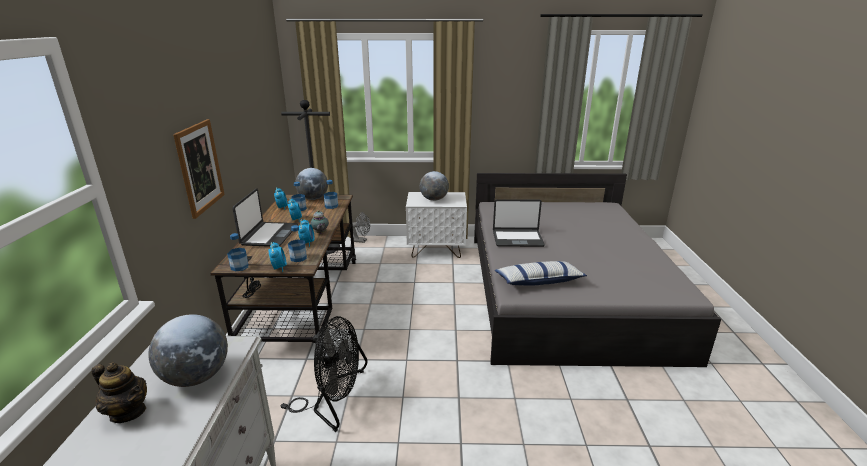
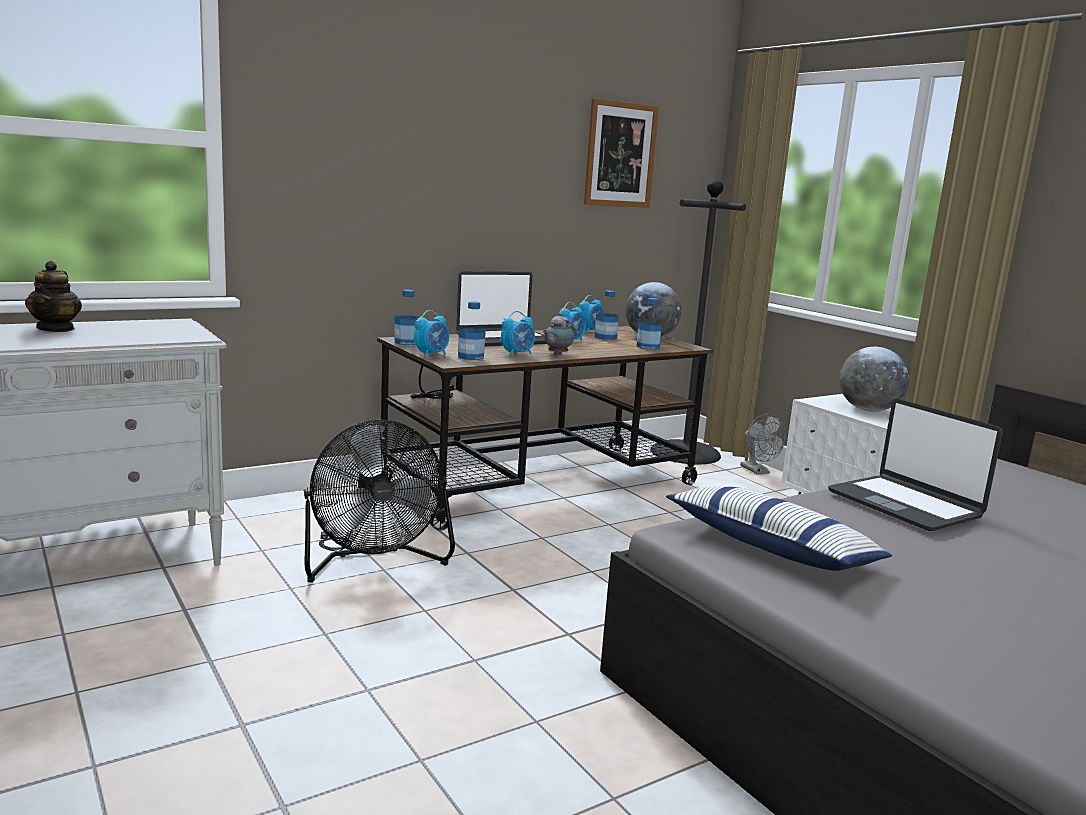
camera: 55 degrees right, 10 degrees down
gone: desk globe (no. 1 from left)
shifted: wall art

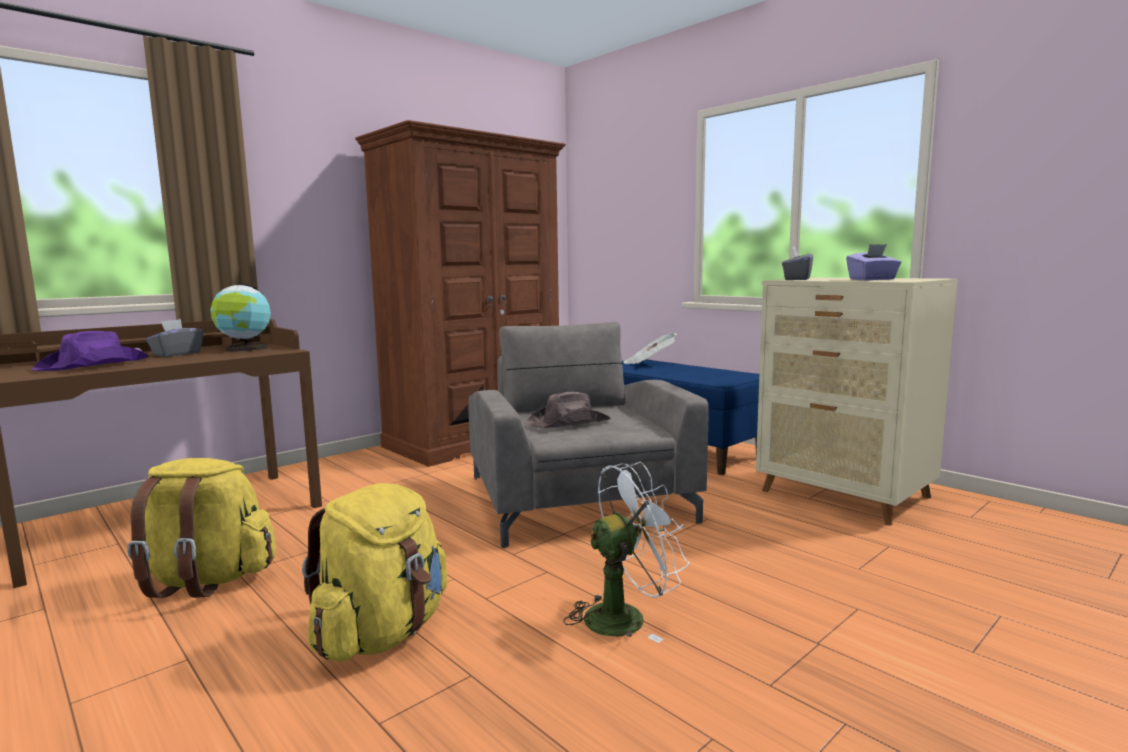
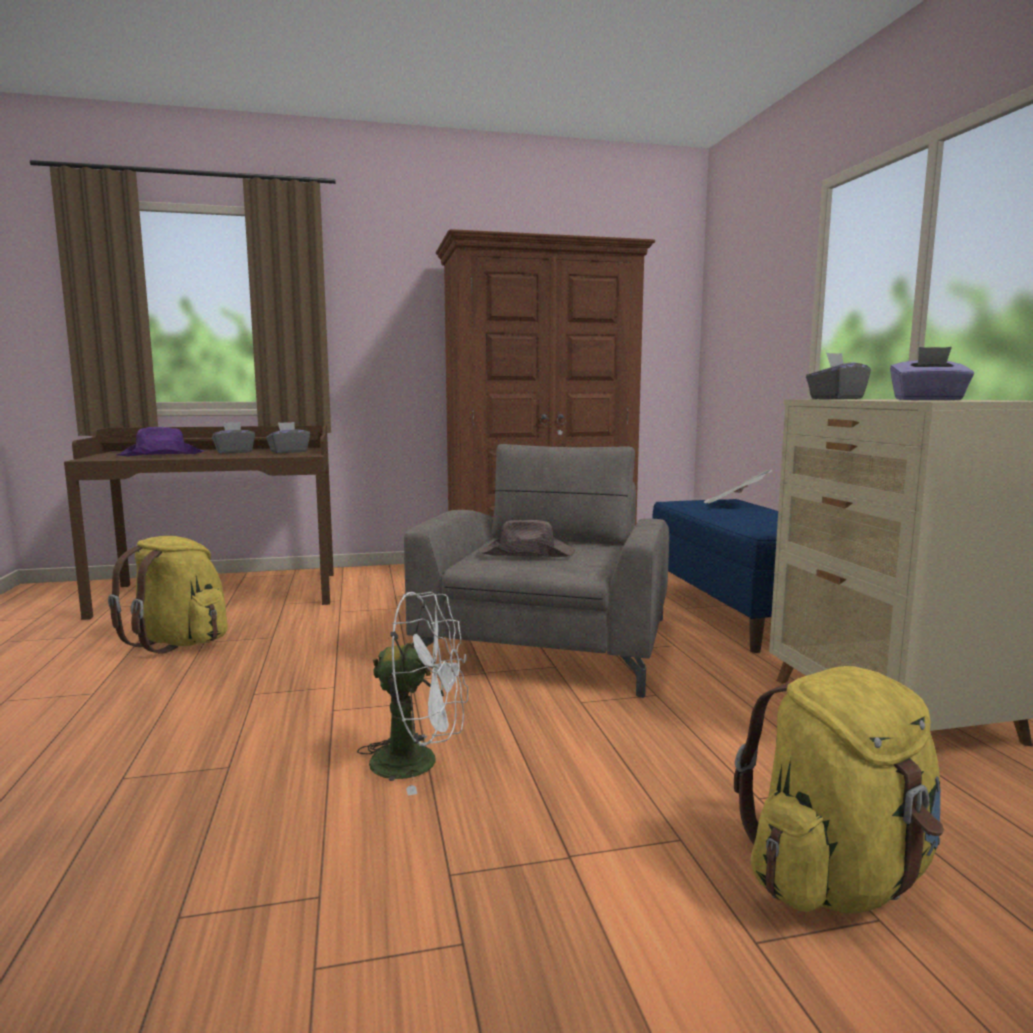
camera: 30 degrees right, 0 degrees up
shifted: yellow rucksack (no. 2 from left)
swapped: desk globe to greyish tissue holder (no. 2 from left)

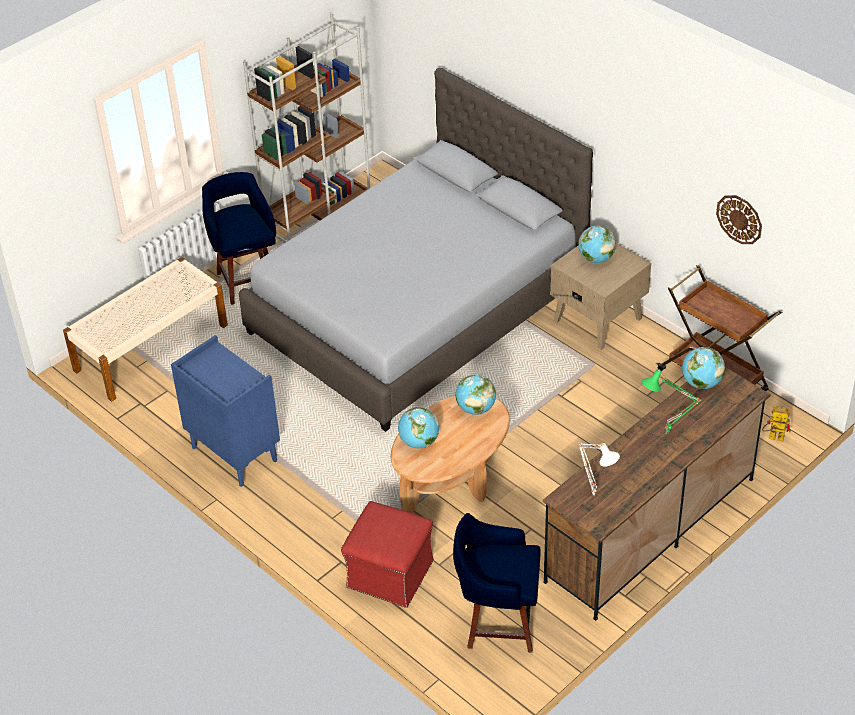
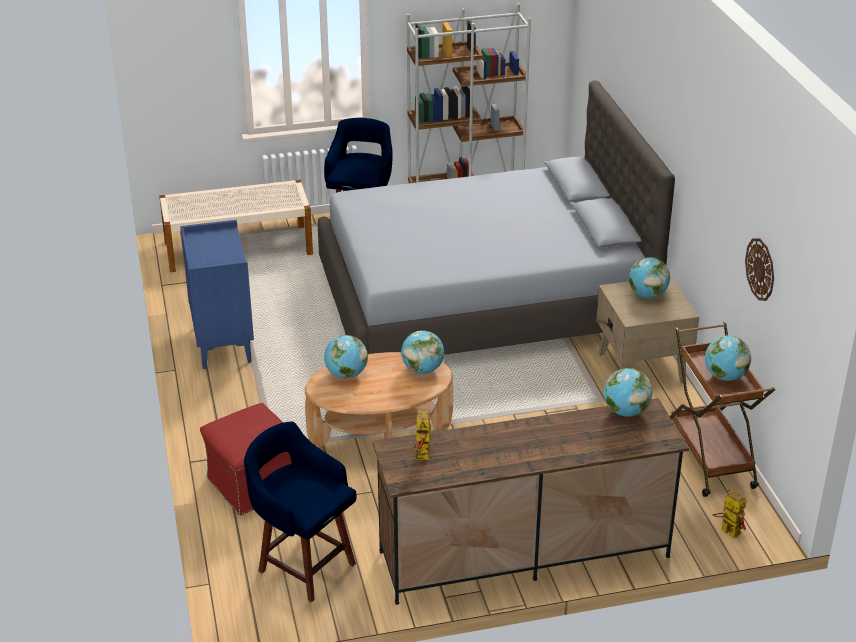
camera: 30 degrees right, 10 degrees down
gone: greenish table lamp
new: desk globe (no. 5 from left)
swapped: white-coloured table lamp to robot figure (no. 1 from left)

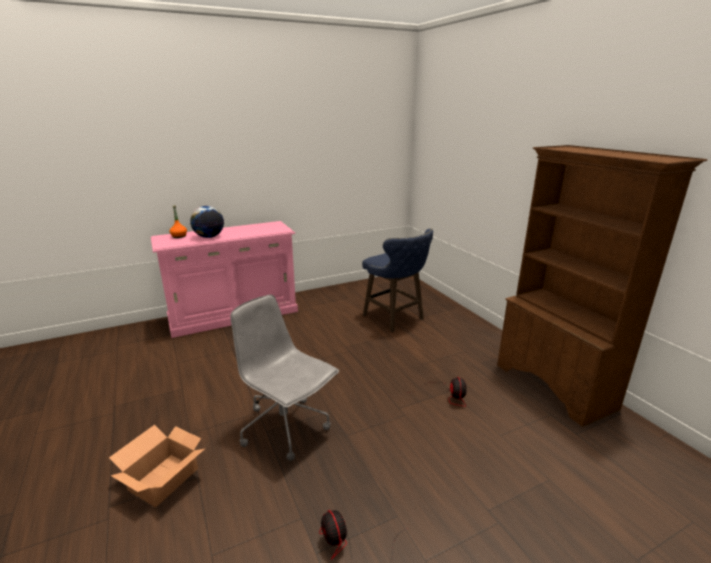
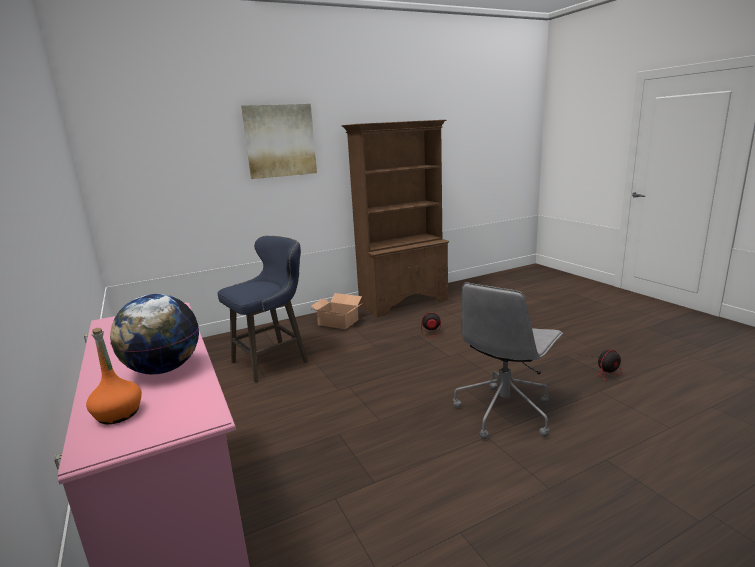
camera: 90 degrees left, 5 degrees down
new: wall art
shifted: cardboard box

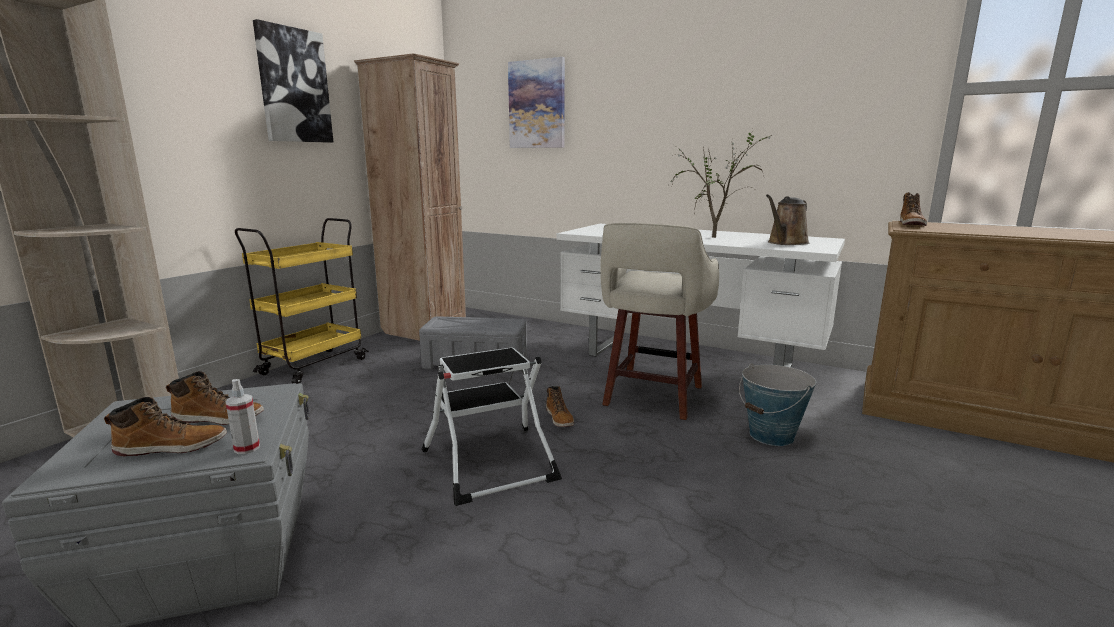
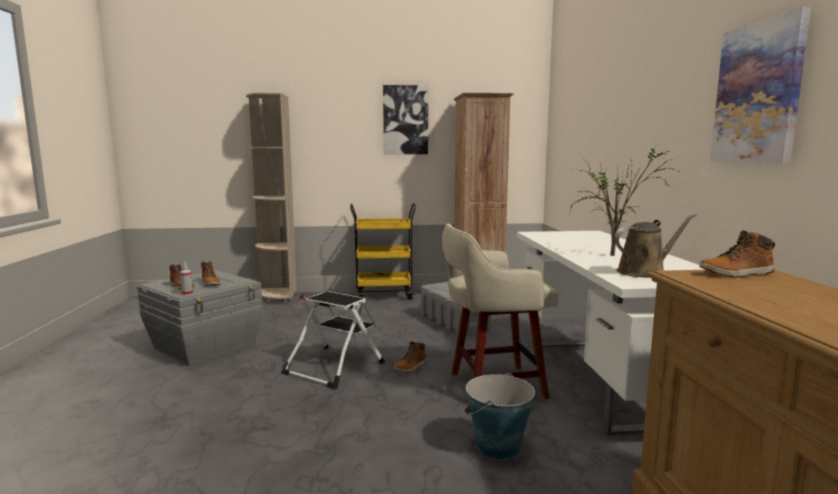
camera: 55 degrees right, 5 degrees down
shifted: wall art (no. 2 from left)
rotated: brown-coloured sprinkling can 150 degrees clockwise

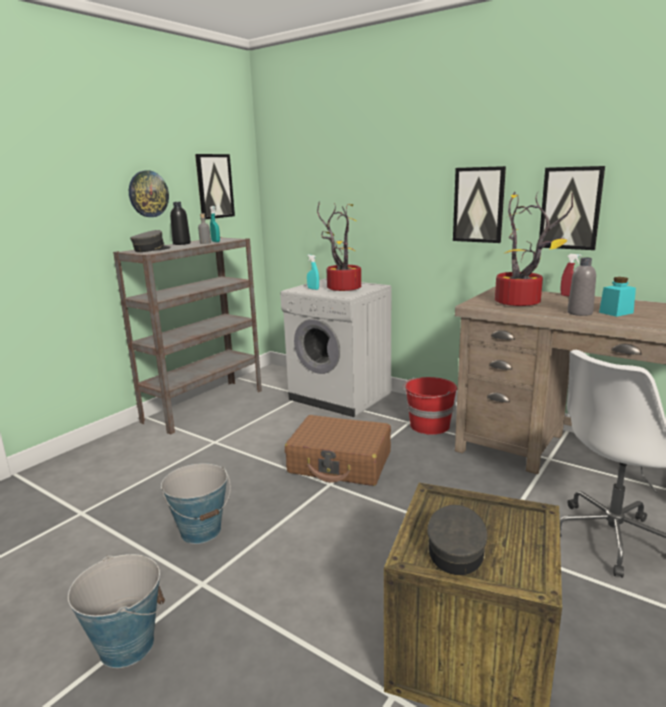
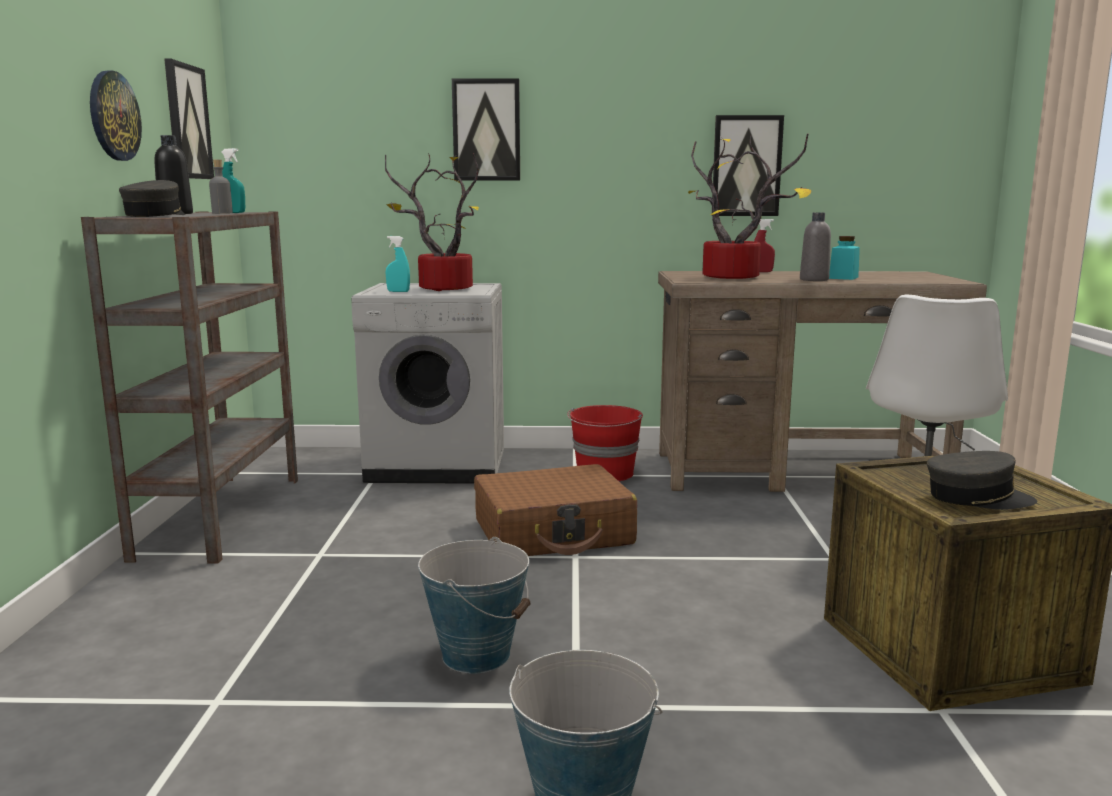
camera: 35 degrees left, 5 degrees down
shifted: wall art (no. 2 from left)
rotated: greyish cap (no. 2 from left) 120 degrees clockwise

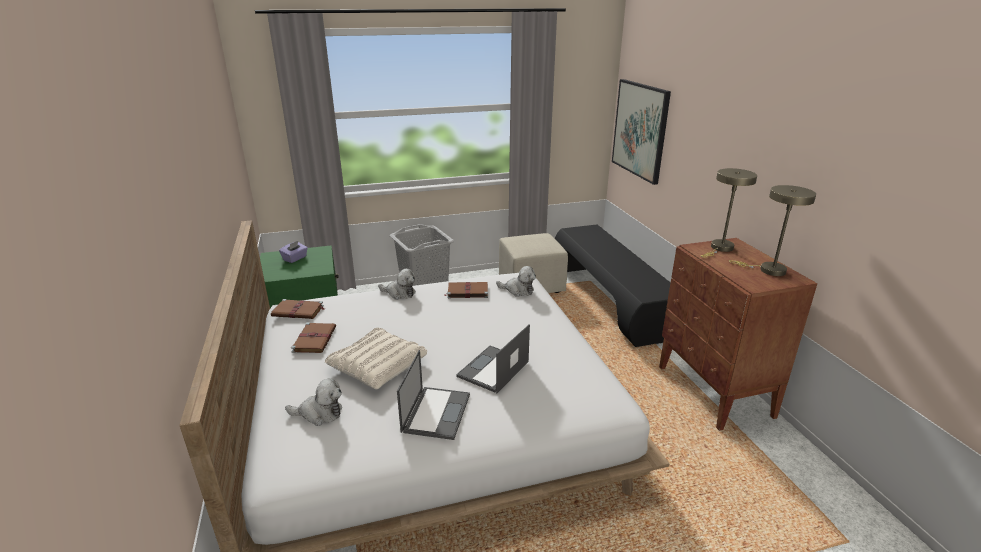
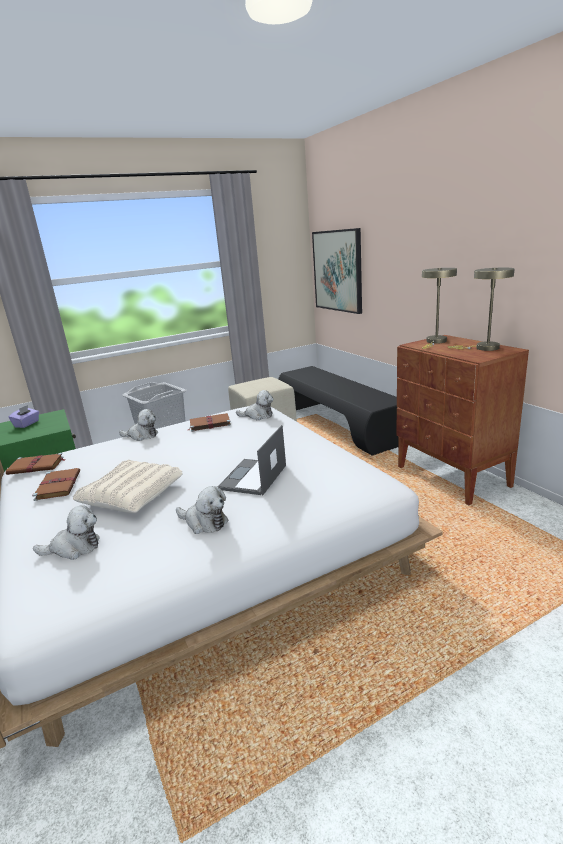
camera: 10 degrees left, 5 degrees down
swapped: portable computer (no. 1 from left) to cuddly toy (no. 3 from left)

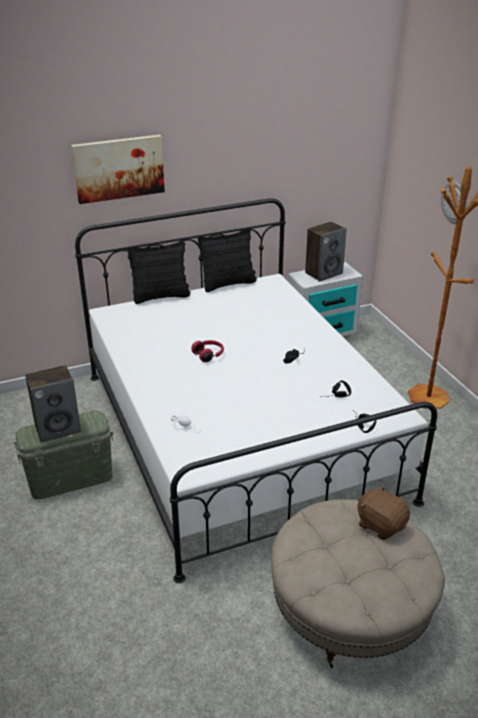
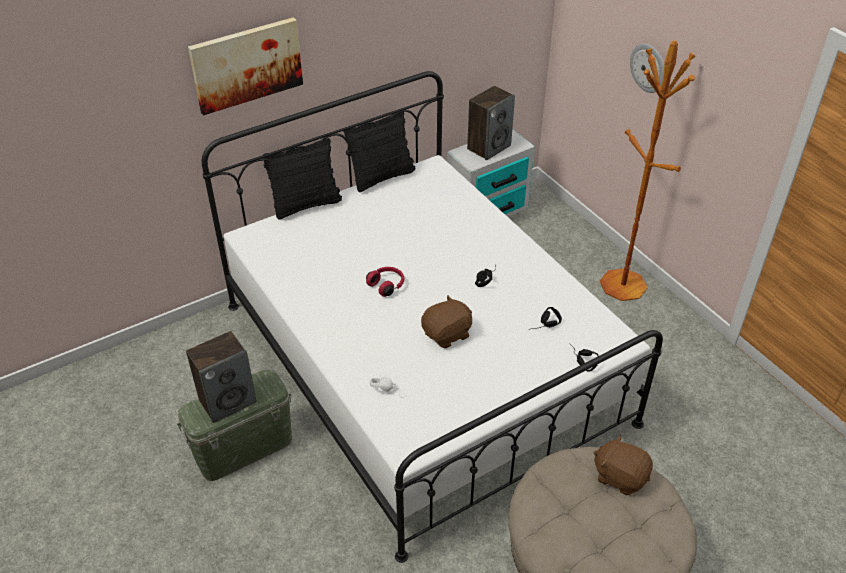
camera: 10 degrees left, 10 degrees up
new: brown-coloured cuddly toy (no. 1 from left)

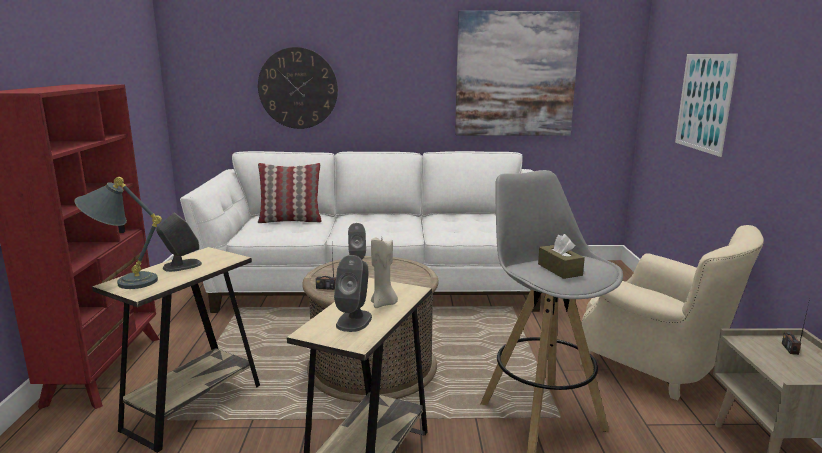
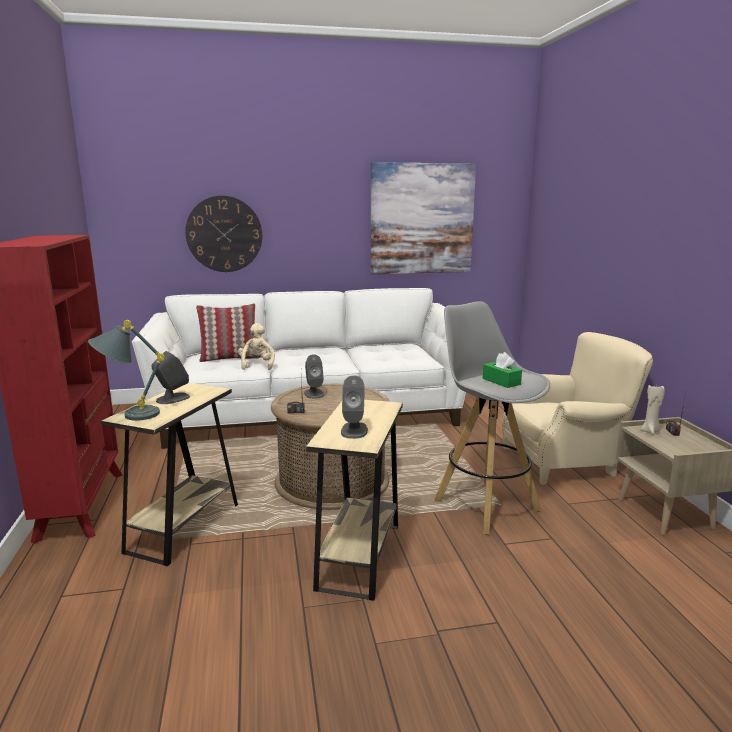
camera: 10 degrees left, 0 degrees up
gone: wall art (no. 2 from left)
new: beige-coloured cuddly toy
shifted: beige-coloured candle
repainted: brown-coloured tissue holder to greenish tissue holder
rotated: beige-coloured armchair 45 degrees counterclockwise

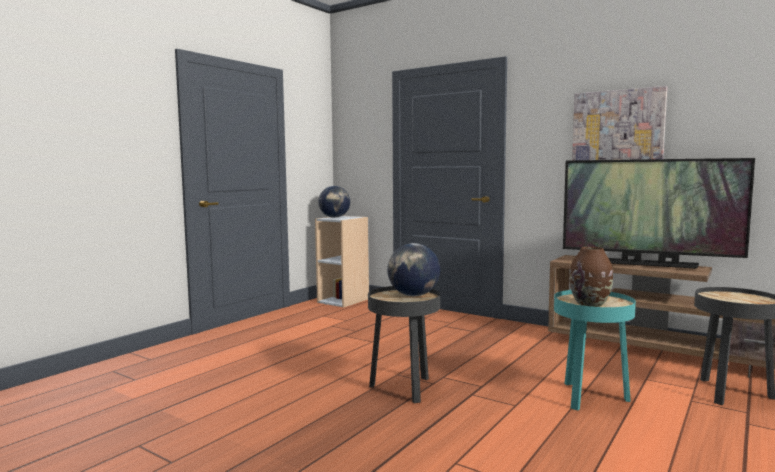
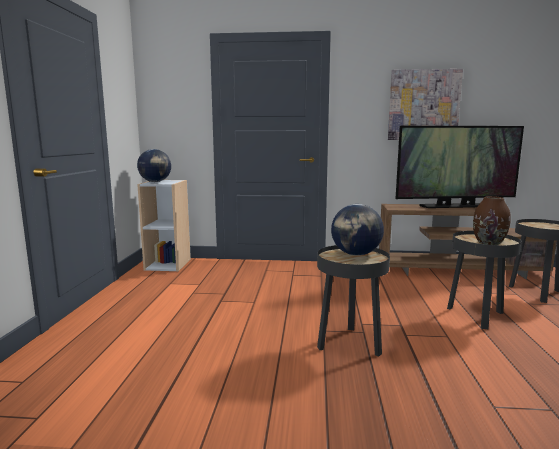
camera: 30 degrees left, 5 degrees up
repainted: blue-green end table to blackish end table (no. 2 from left)

